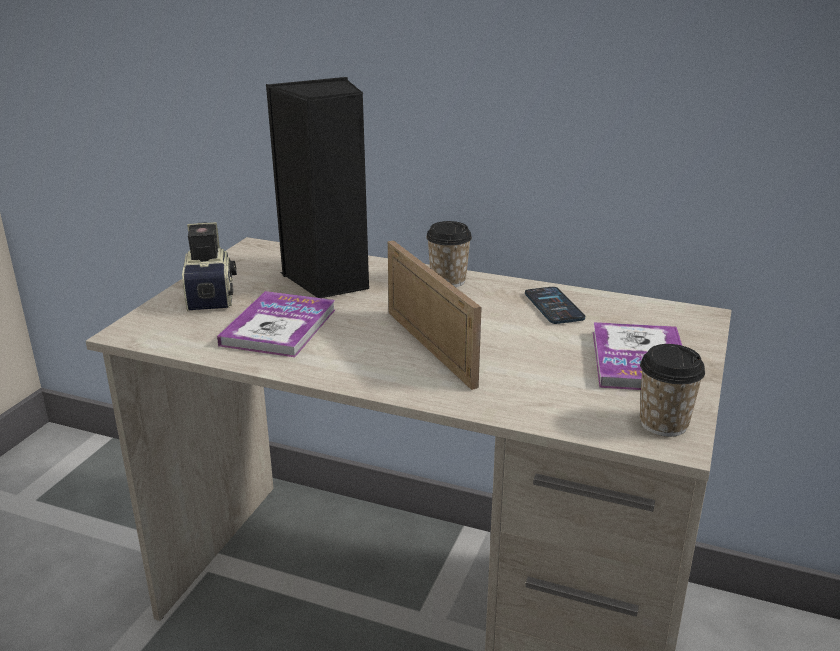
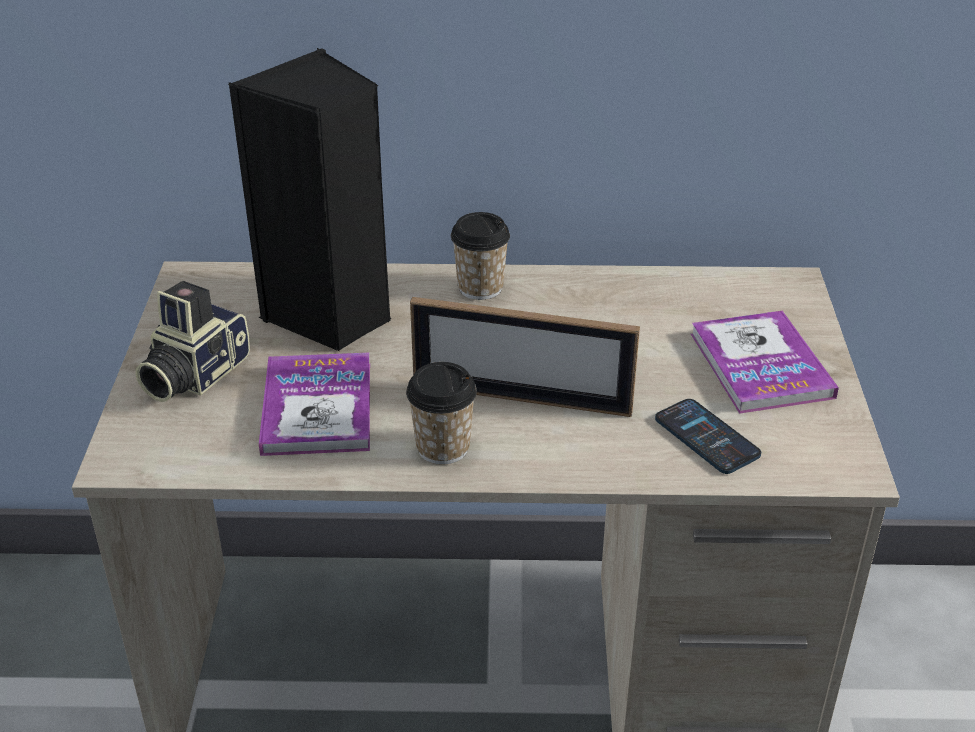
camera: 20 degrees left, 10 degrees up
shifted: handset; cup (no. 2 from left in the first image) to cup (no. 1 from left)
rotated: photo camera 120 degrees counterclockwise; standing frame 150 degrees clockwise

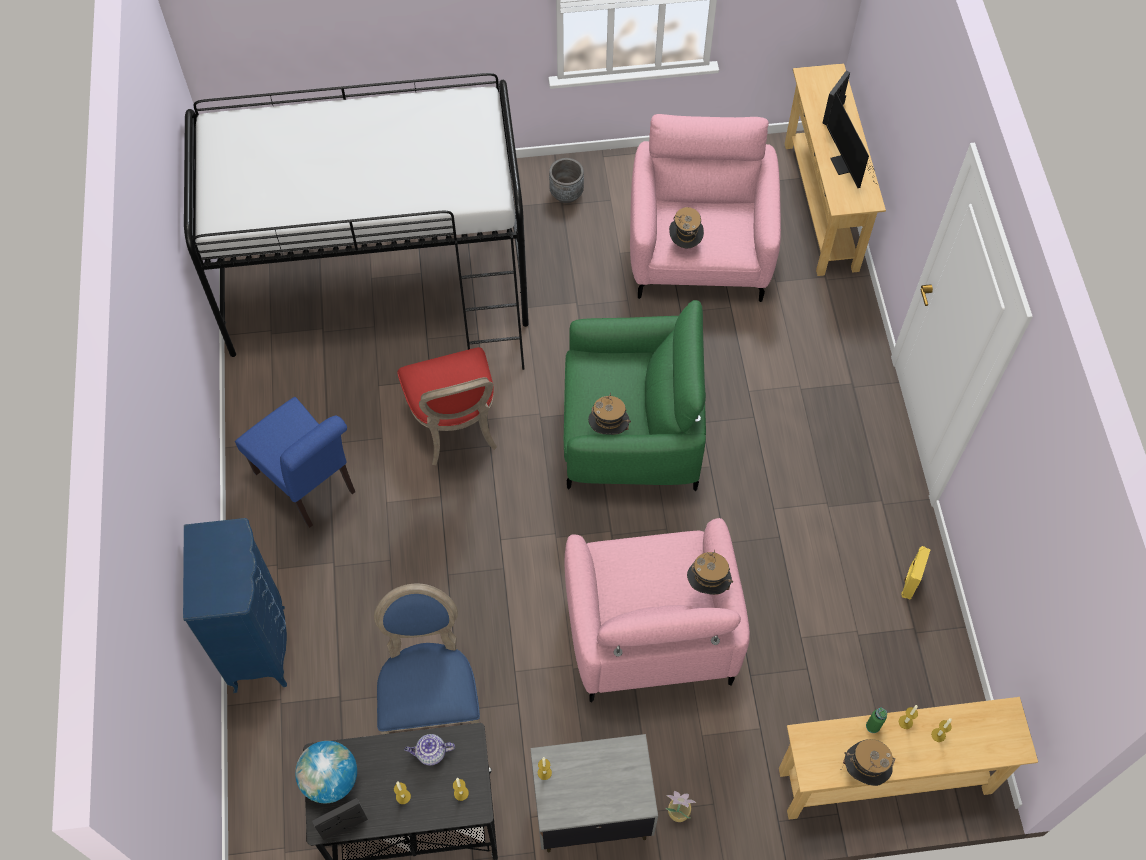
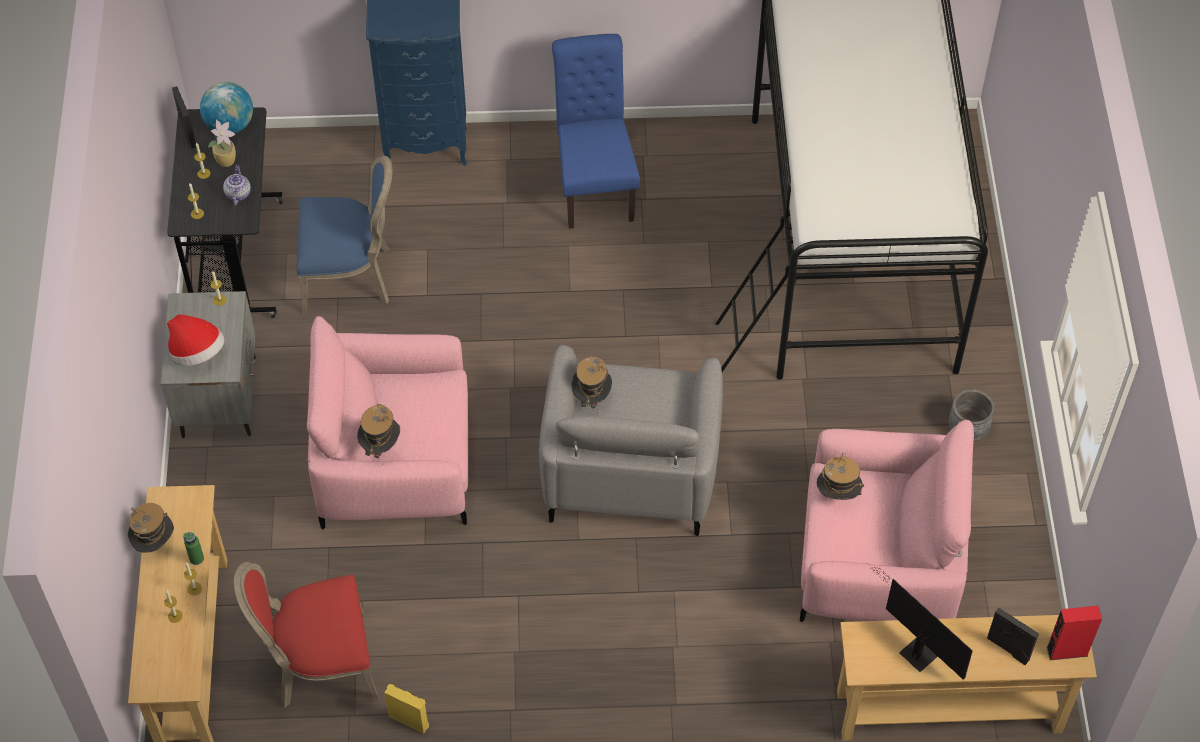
camera: 95 degrees right, 5 degrees down
new: wearable hat (no. 2 from left); red-coloured audio speaker
shifted: red-coloured chair; potted plant
repainted: greenish armchair to greyish armchair
rotated: bluish chair (no. 1 from left in the first image) 120 degrees clockwise; monitor 60 degrees clockwise

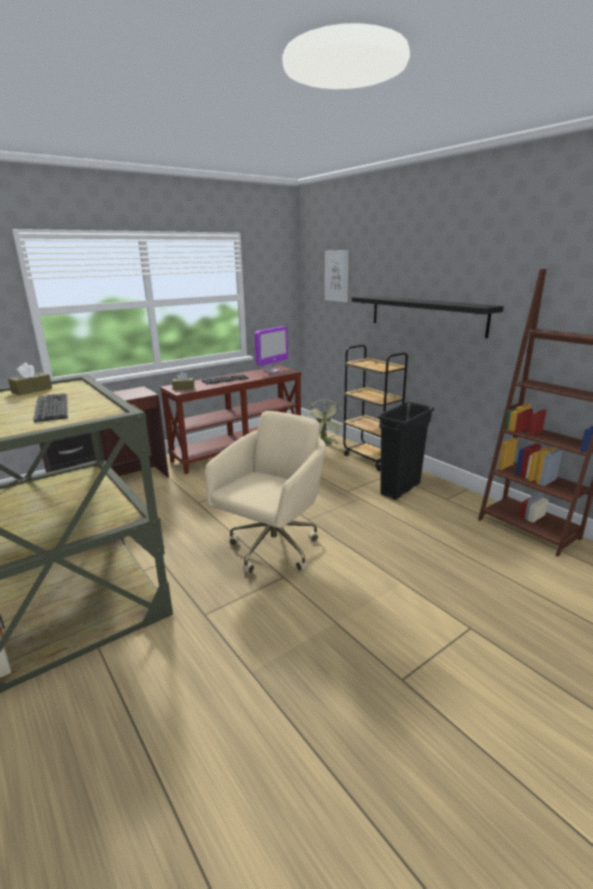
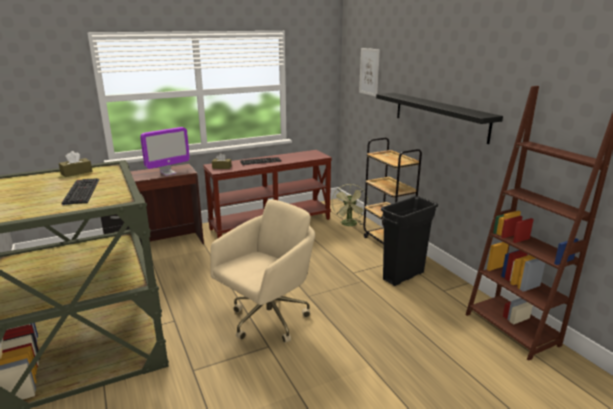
camera: 10 degrees right, 0 degrees up
shifted: monitor

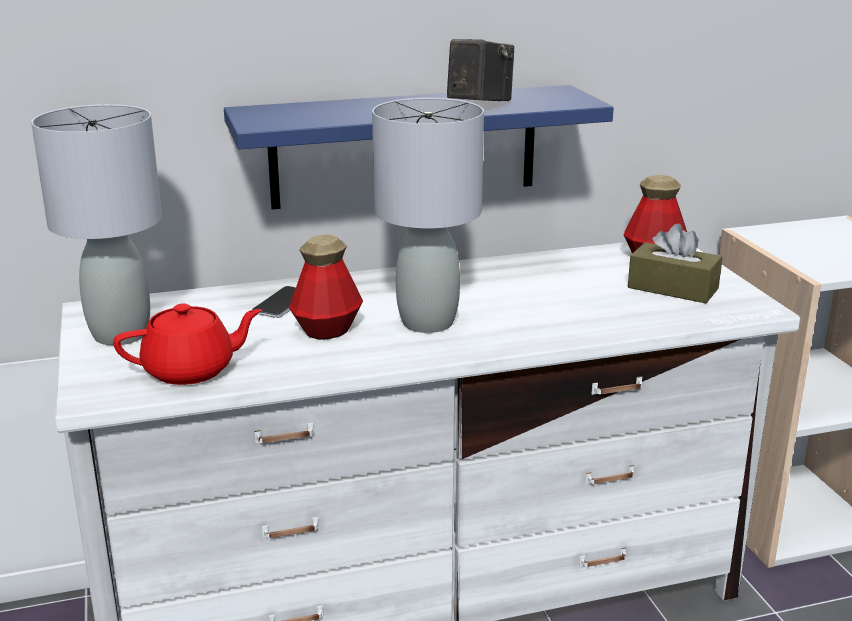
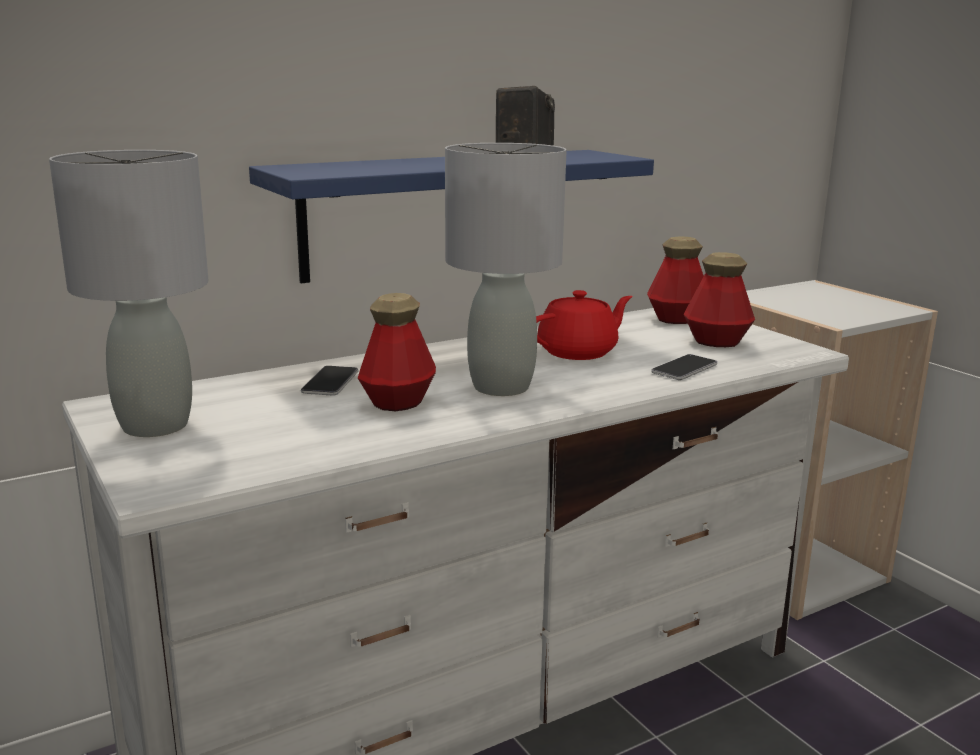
camera: 15 degrees left, 5 degrees down
new: handset (no. 2 from left)
shifted: red-coloured pot for tea
swapped: brown-coloured tissue holder to drink bottle (no. 3 from left)

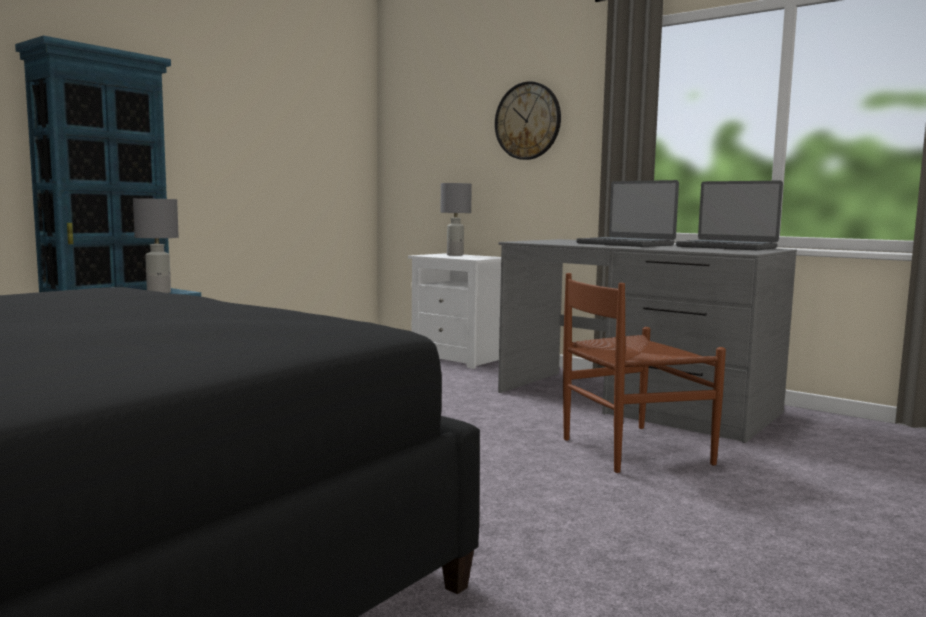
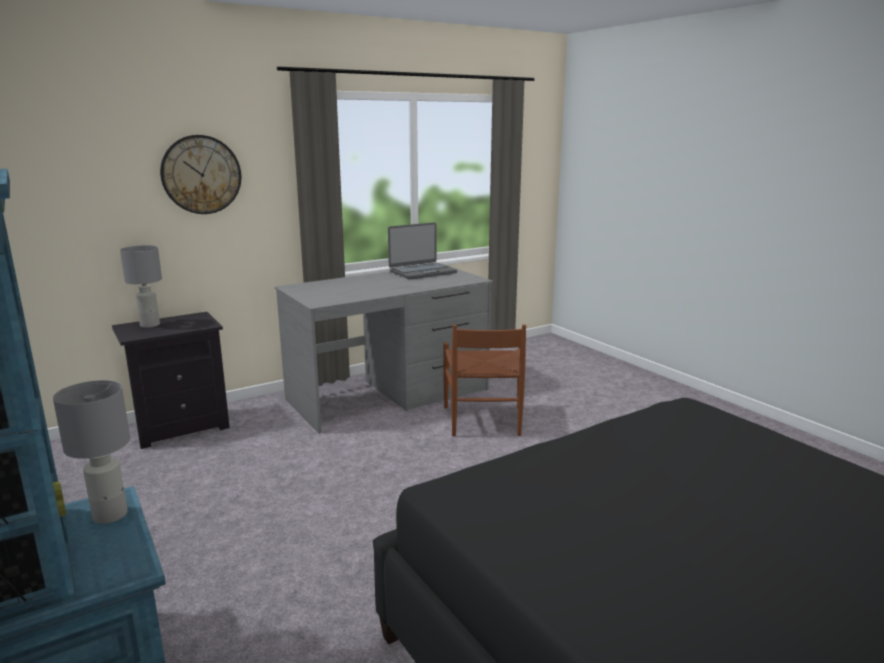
camera: 70 degrees left, 10 degrees up
gone: portable computer (no. 1 from left)
repainted: white-coloured nightstand to blackish nightstand

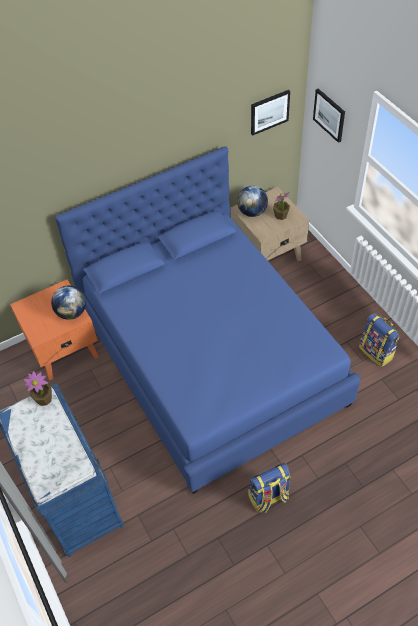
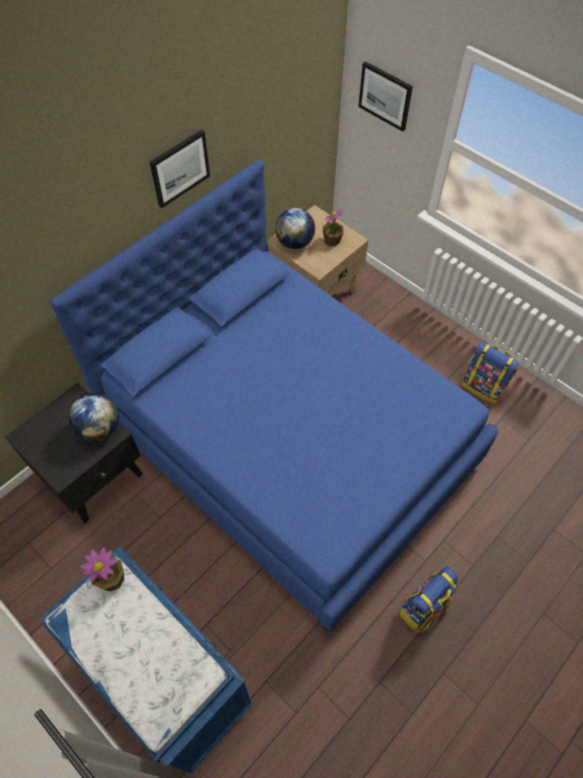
camera: 20 degrees left, 5 degrees up
shifted: wall art (no. 1 from left)
repainted: orange-coloured nightstand to blackish nightstand

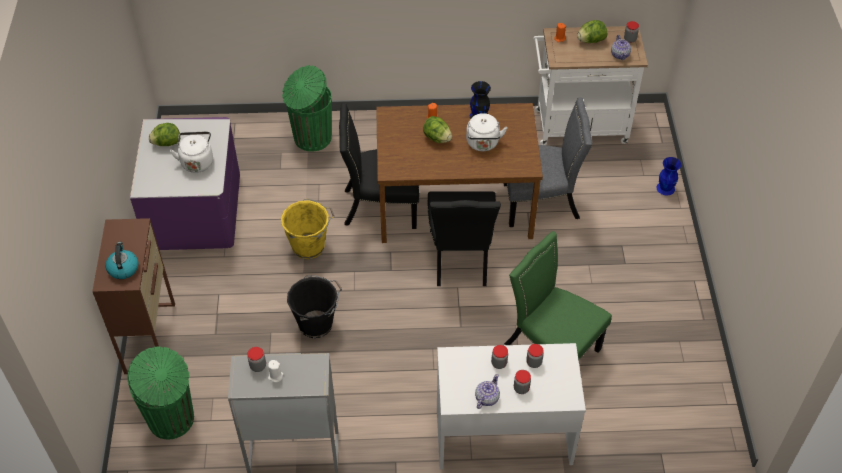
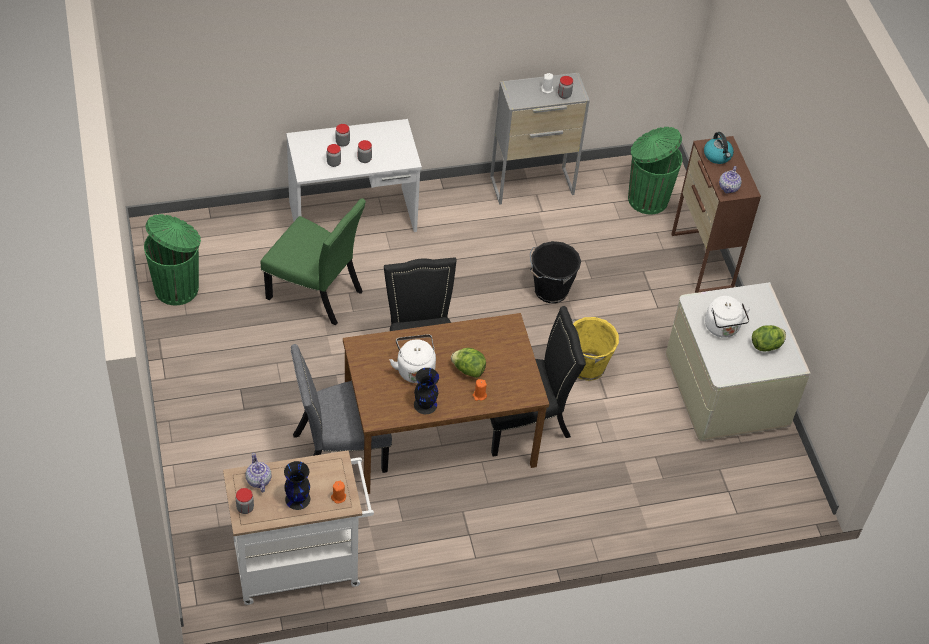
camera: 165 degrees right, 0 degrees up
gone: bluish flower vase
shifted: greenish rubbish bin (no. 2 from left in the first image) to greenish rubbish bin (no. 1 from left); pot for tea (no. 1 from left in the first image) to pot for tea (no. 2 from left)
swapped: lettuce (no. 3 from left) to blackish flower vase (no. 1 from left)
repainted: purple nightstand to beige-coloured nightstand

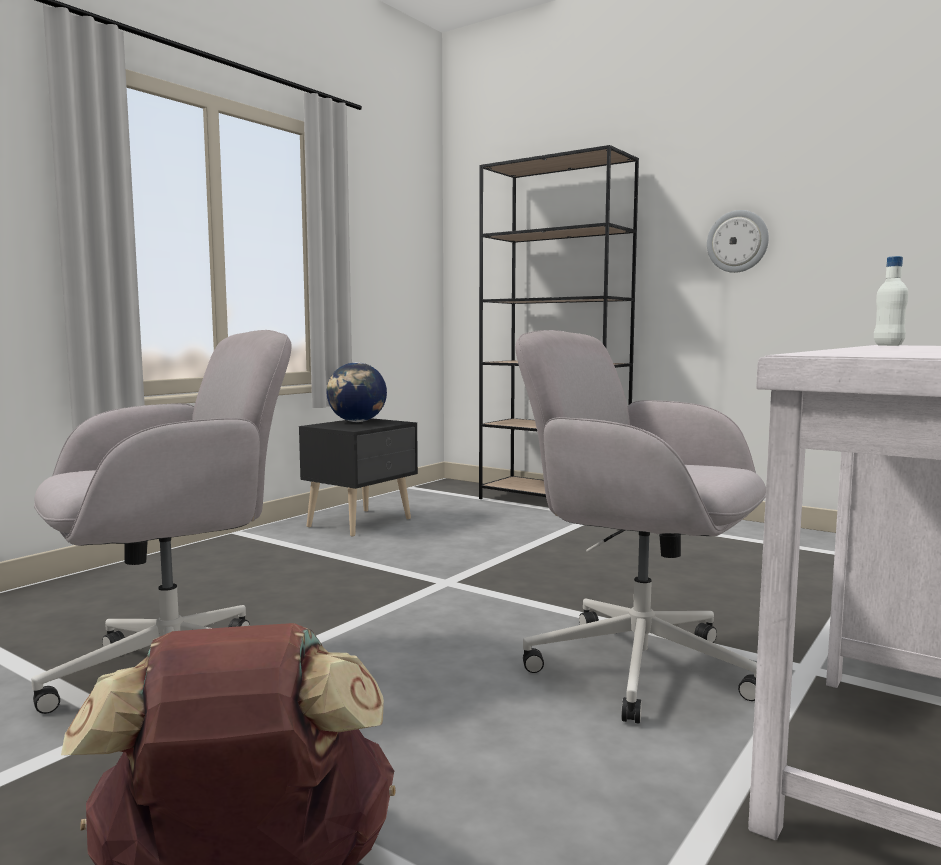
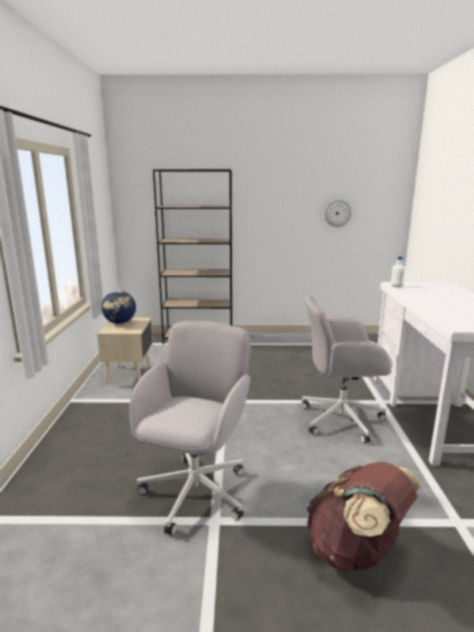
camera: 35 degrees left, 10 degrees up
shifted: clock on the wall
repainted: blackish nightstand to beige-coloured nightstand

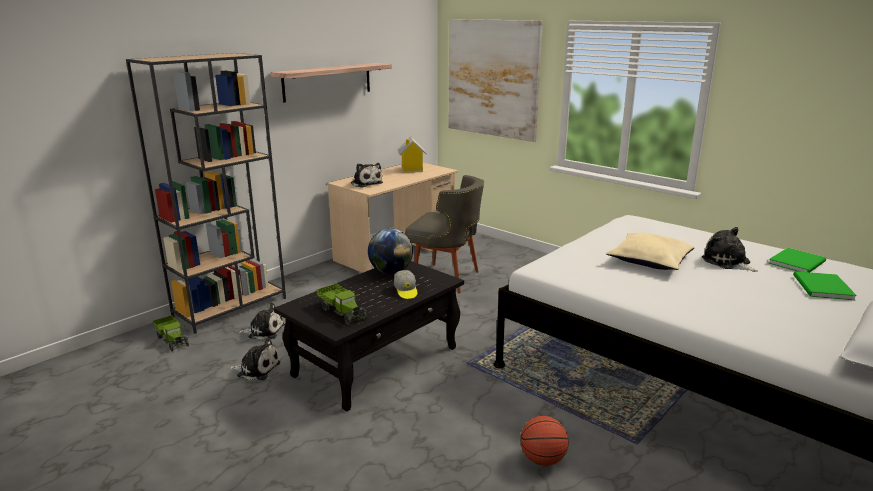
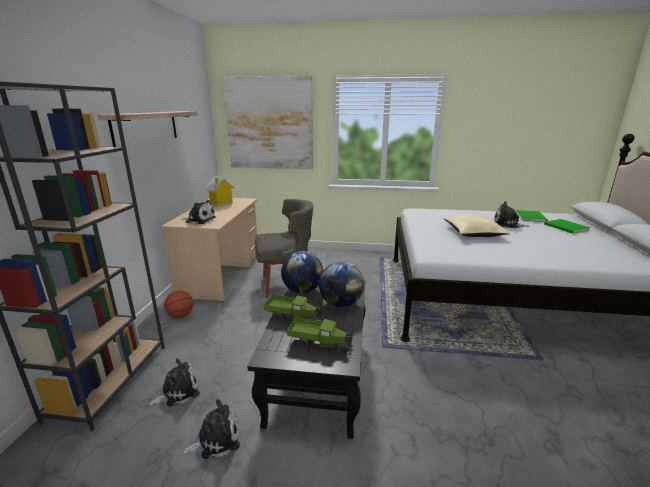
camera: 35 degrees left, 0 degrees up
shifted: toy truck (no. 1 from left); basketball ball
swapped: cap to desk globe (no. 2 from left)

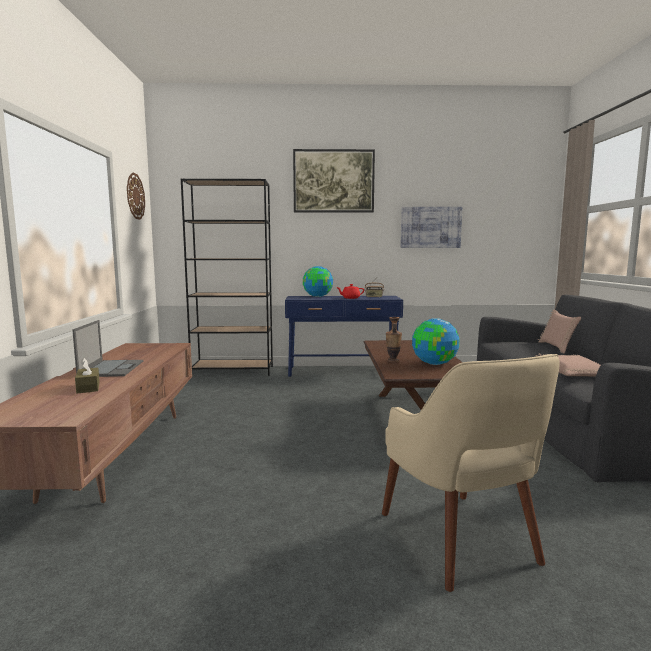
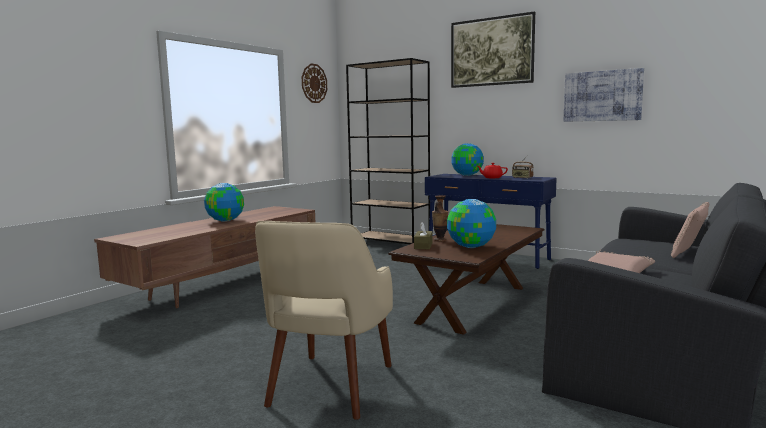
camera: 35 degrees right, 0 degrees up
shifted: brown-coloured tissue holder
swapped: portable computer to desk globe (no. 1 from left)

